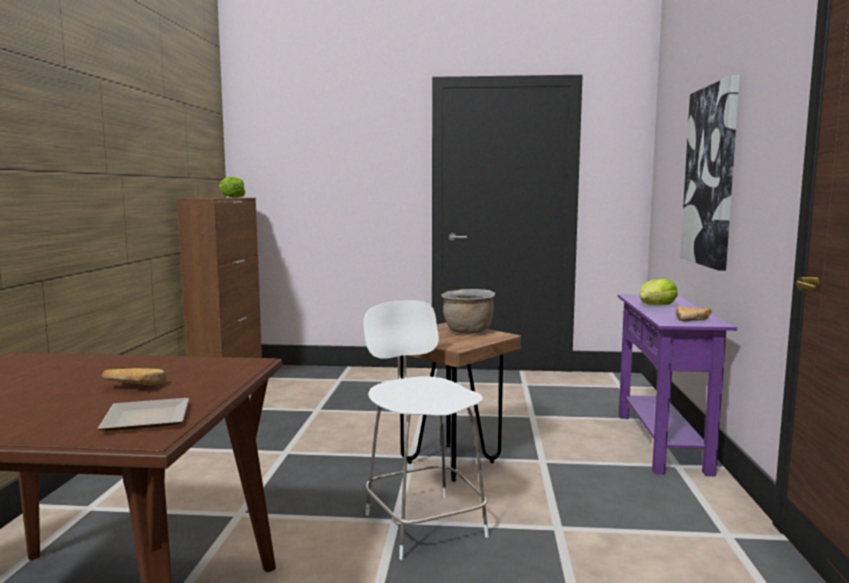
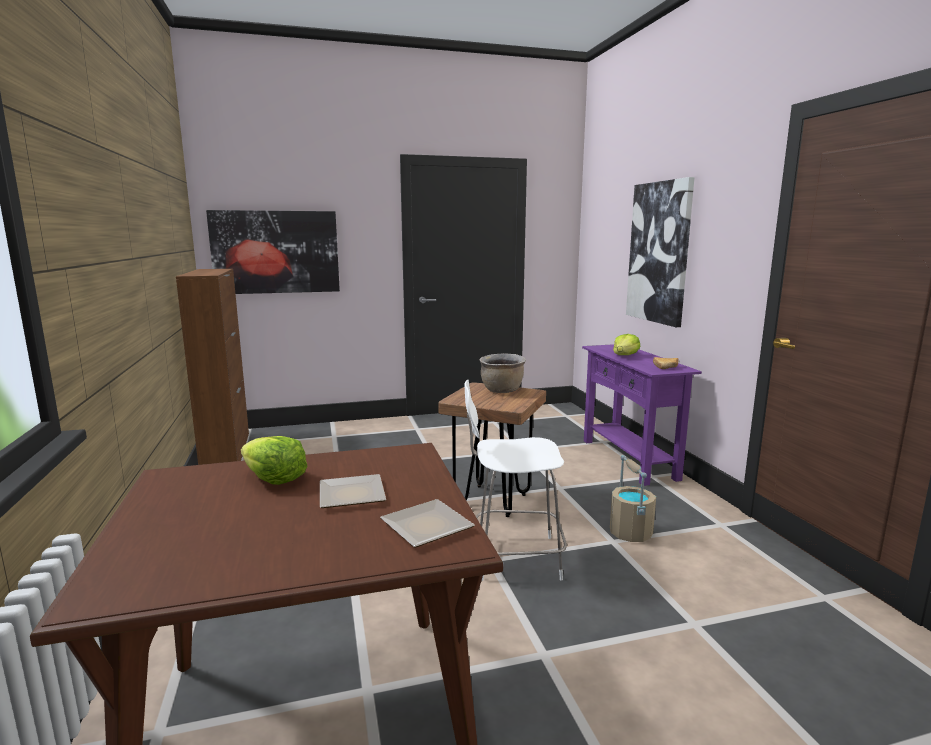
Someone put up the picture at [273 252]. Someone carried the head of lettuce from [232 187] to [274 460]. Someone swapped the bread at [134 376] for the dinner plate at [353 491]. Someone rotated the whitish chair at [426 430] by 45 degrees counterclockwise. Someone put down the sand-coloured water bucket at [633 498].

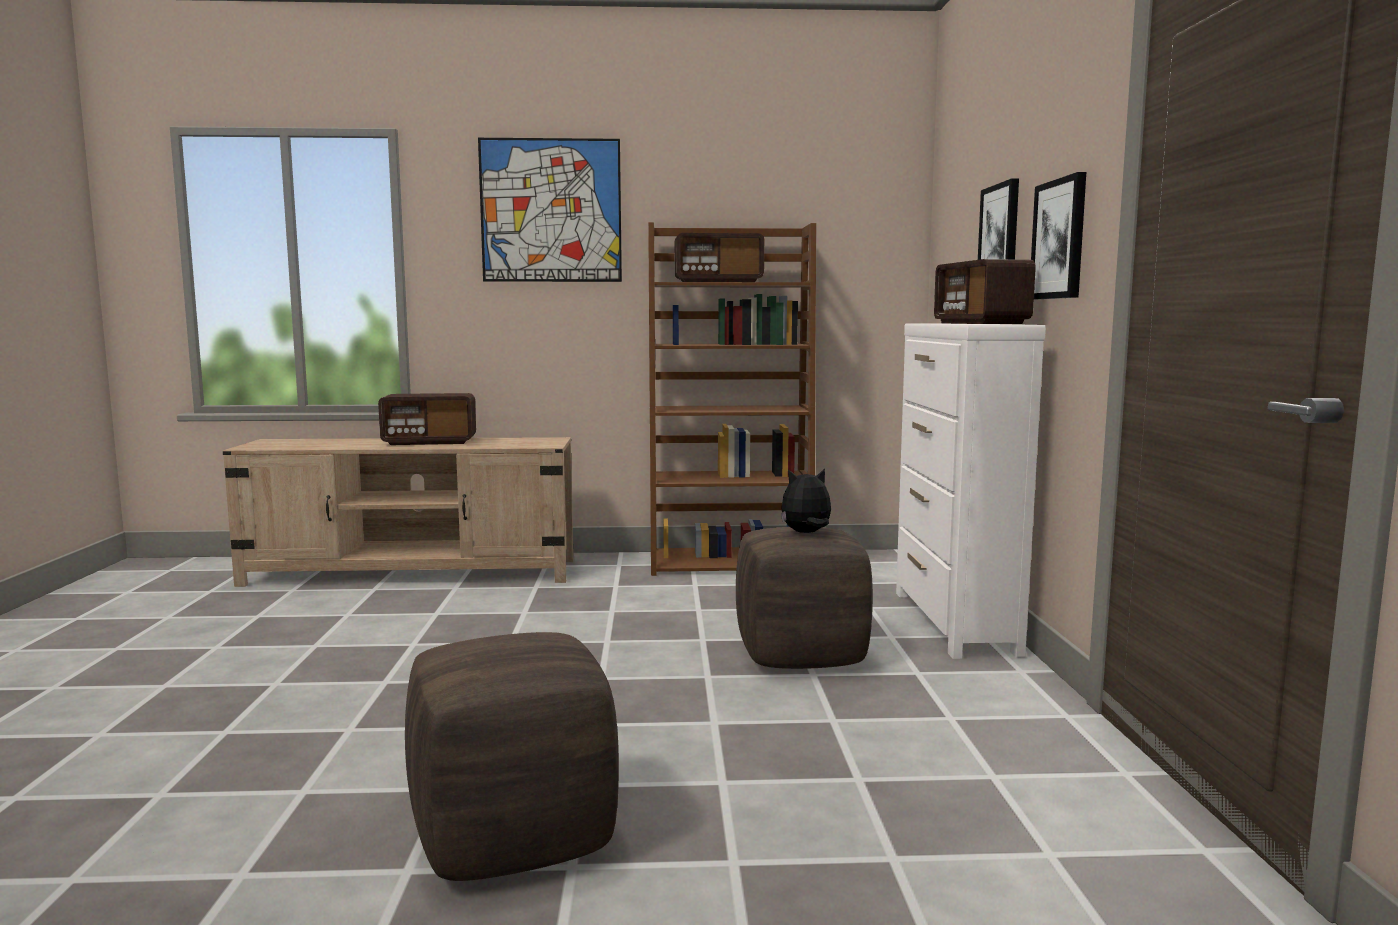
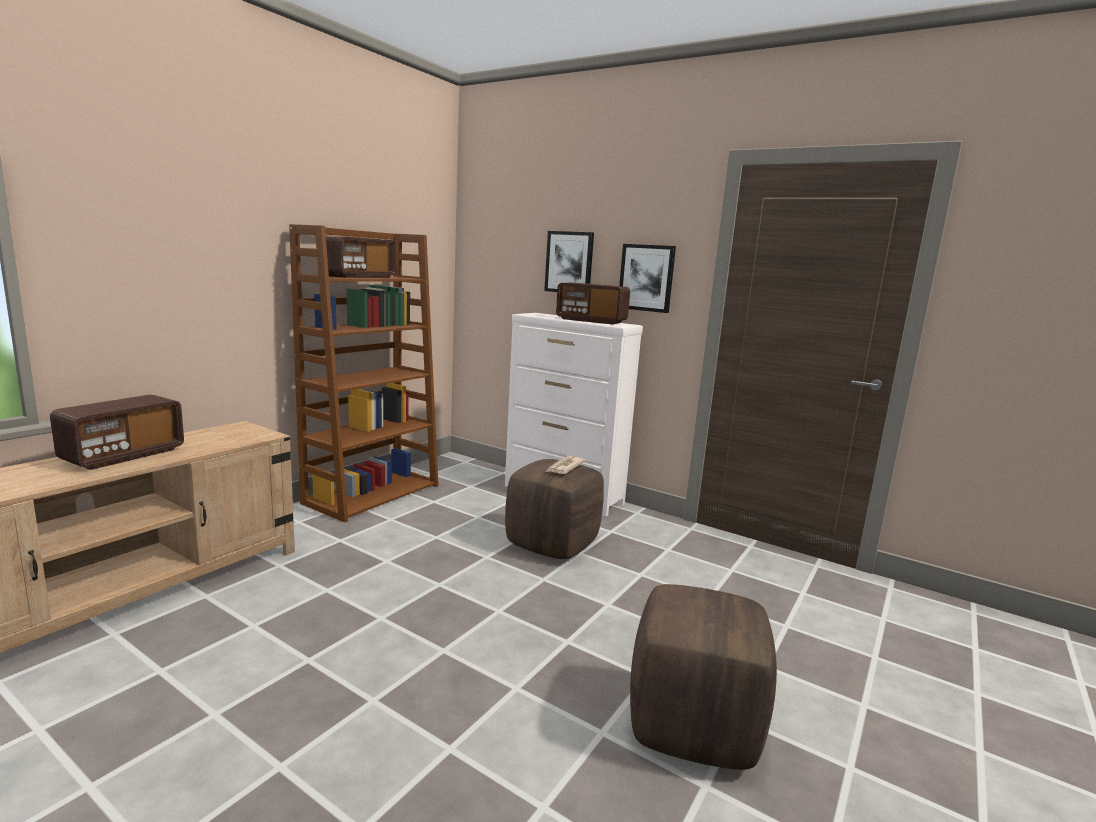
Someone swapped the cuddly toy at [806 501] for the printed paper at [565 465]. Someone took away the picture at [550 210].

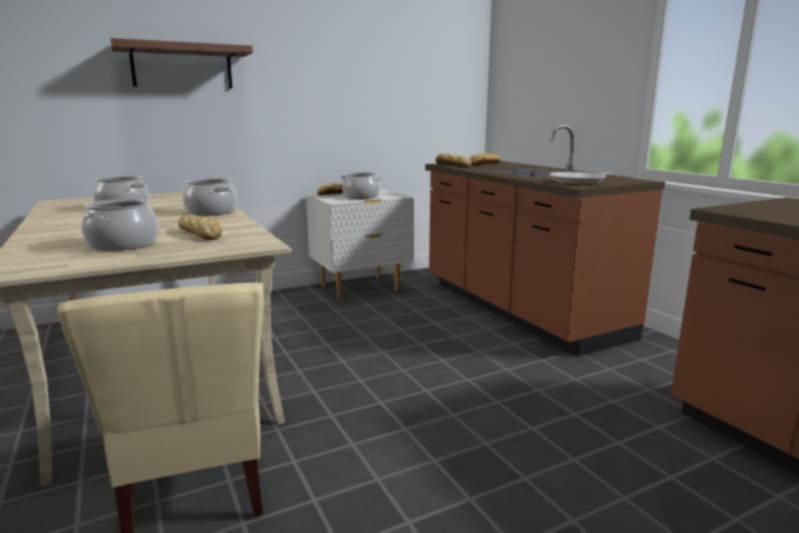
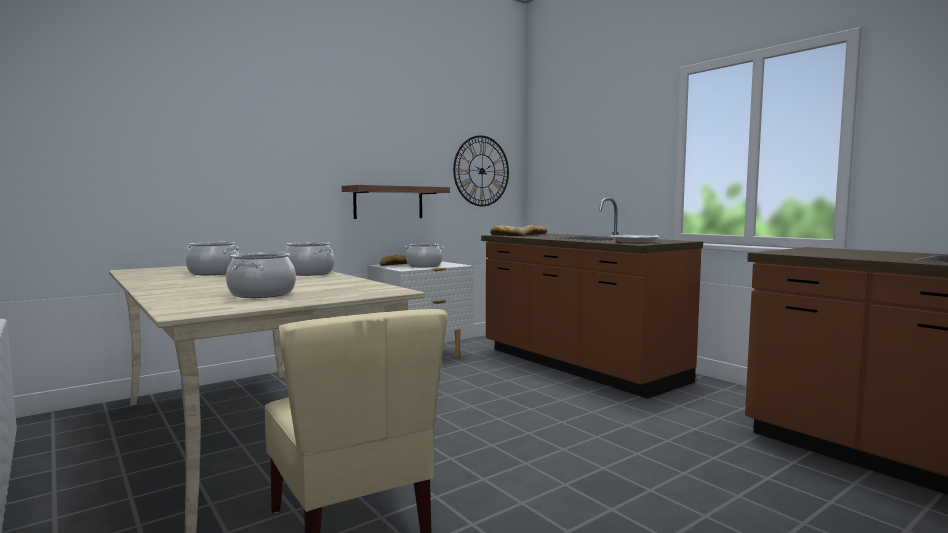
Someone carried the wall shelf from [182 63] to [396 202]. Someone put up the clock on the wall at [481 170]. Someone took away the bread at [200 227].

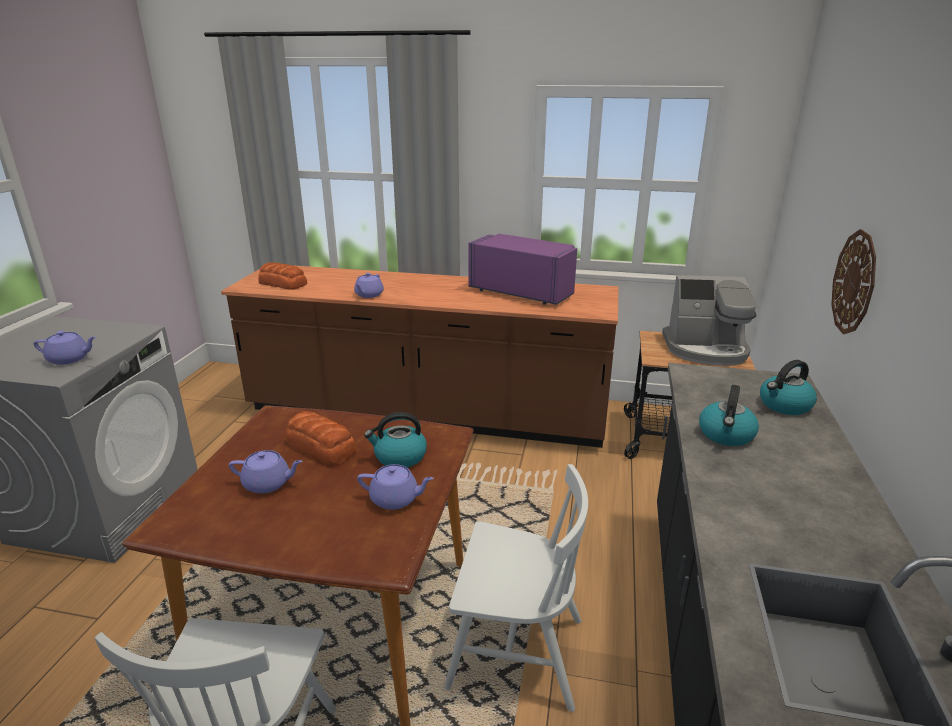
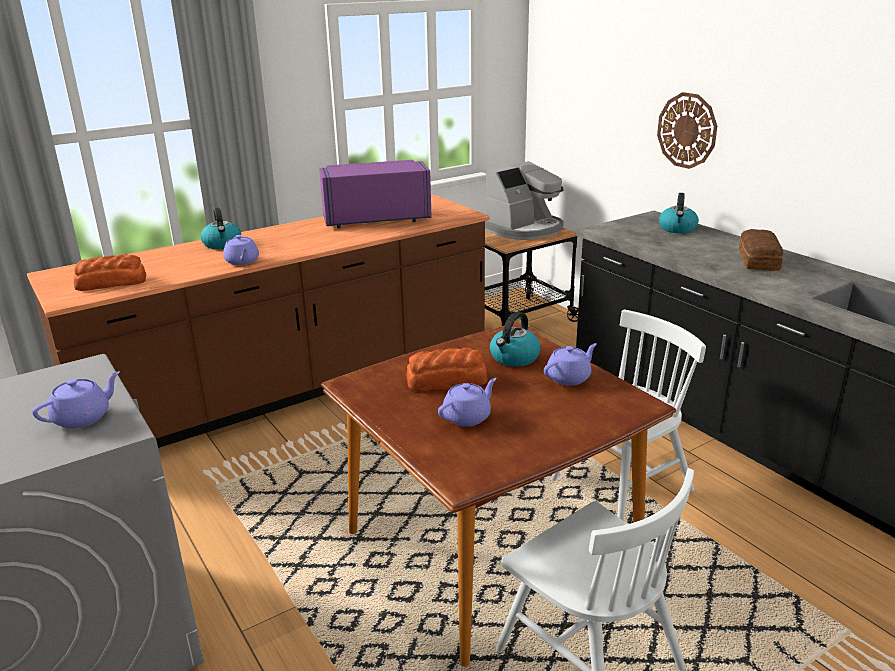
Someone carried the water kettle from [729 415] to [221 228]. Someone put down the bread at [761 250].

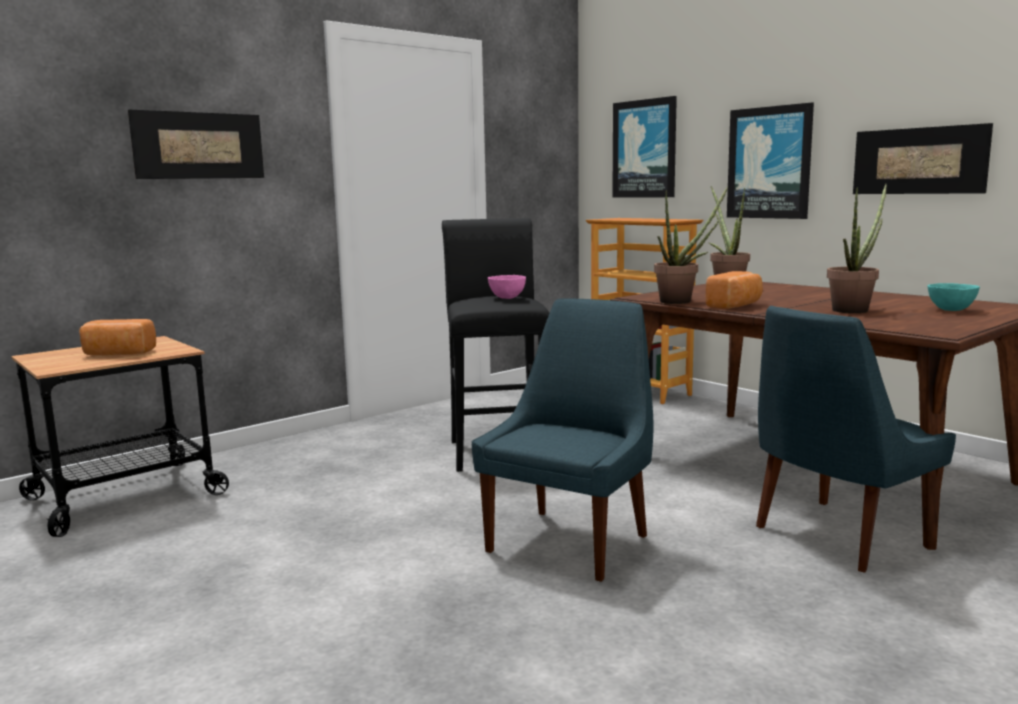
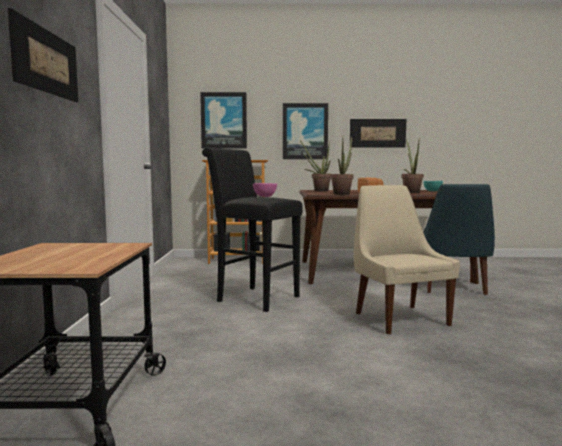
Someone repainted the bluish chair at [562 440], which became the sand-coloured chair at [407 259]. Someone took away the bread at [117 337].

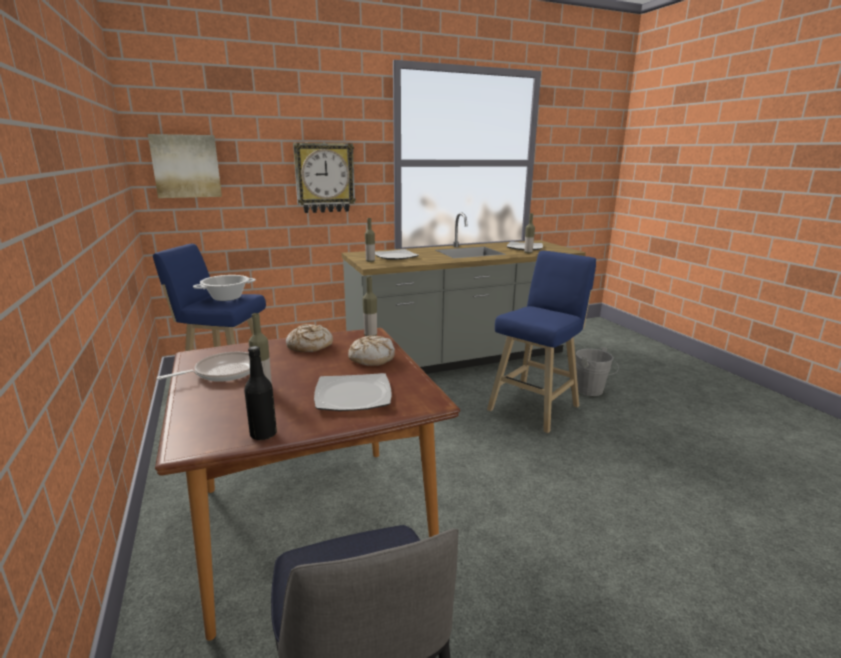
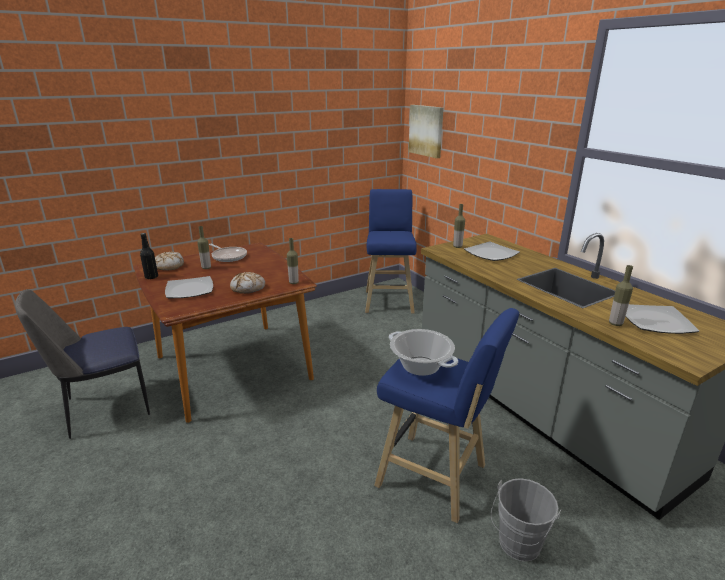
Someone carried the bread from [309 338] to [169 261]. Someone carried the cooking pot from [224 288] to [423 352]. Someone took away the clock on the wall at [324 178].

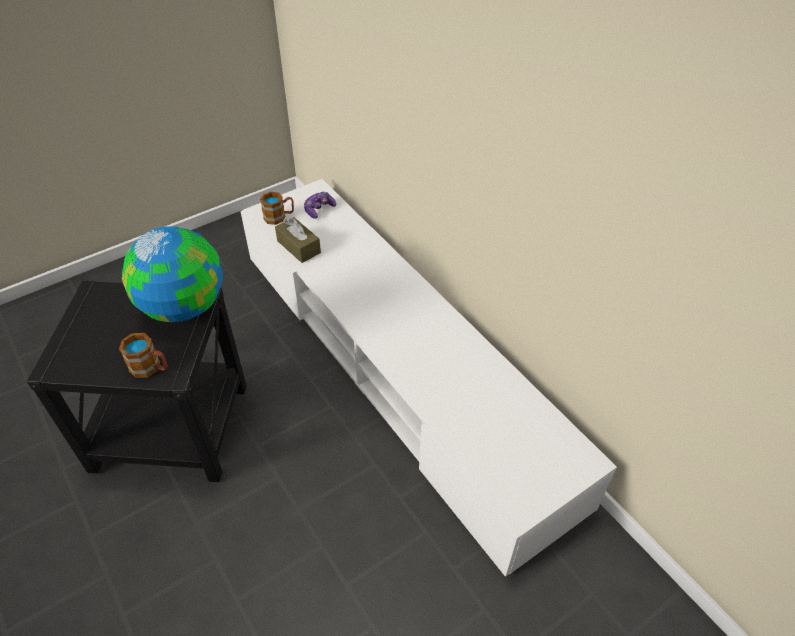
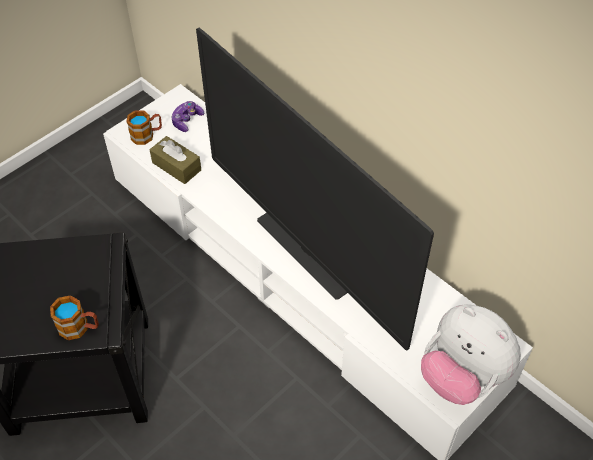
Someone put down the TV at [315 188]. Someone put down the cuddly toy at [471 354]. Someone took away the desk globe at [172 274].

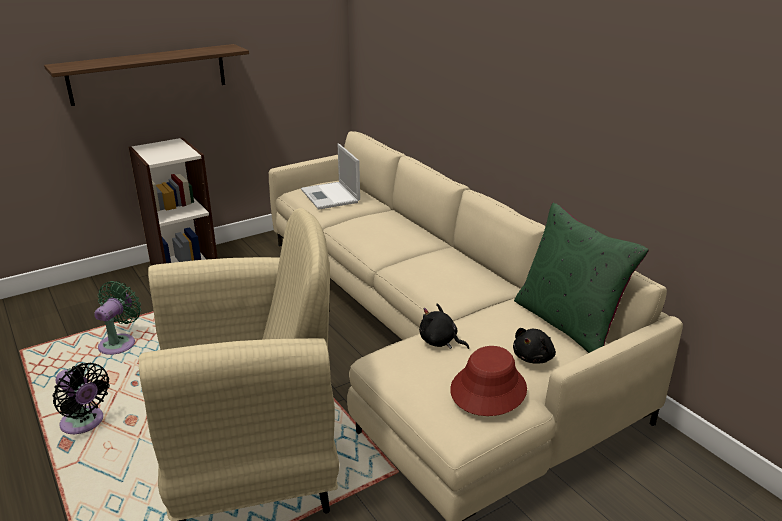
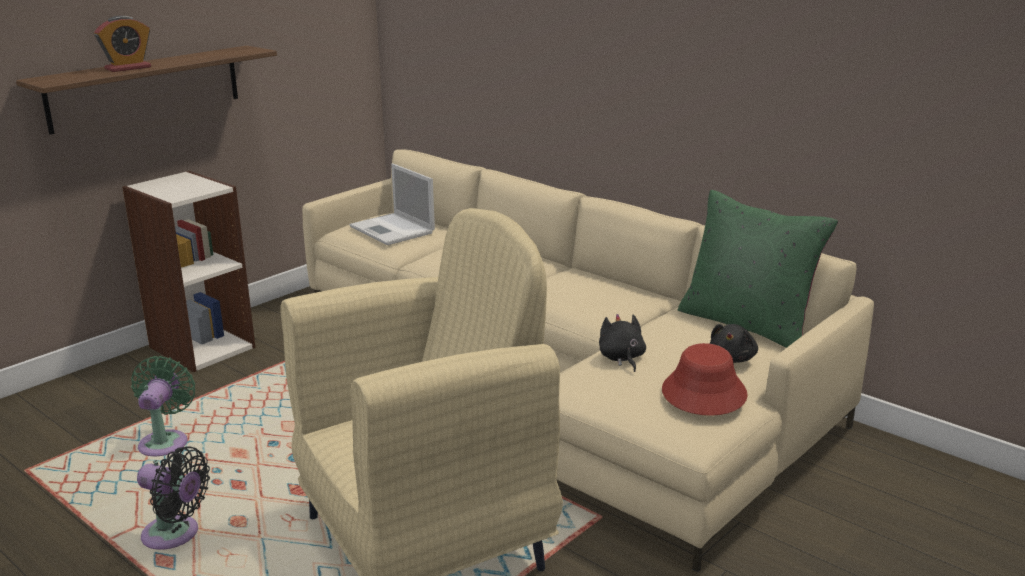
Someone put down the bedside clock at [122 44]. Someone rotated the black-coloured cuddly toy at [444 326] by 60 degrees clockwise.

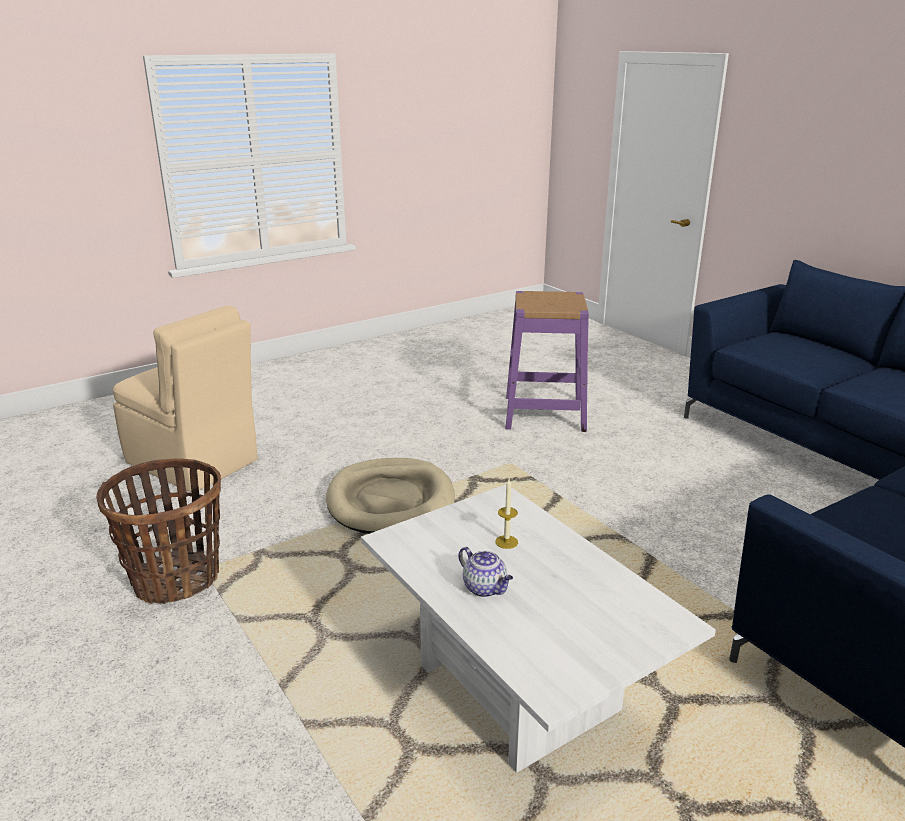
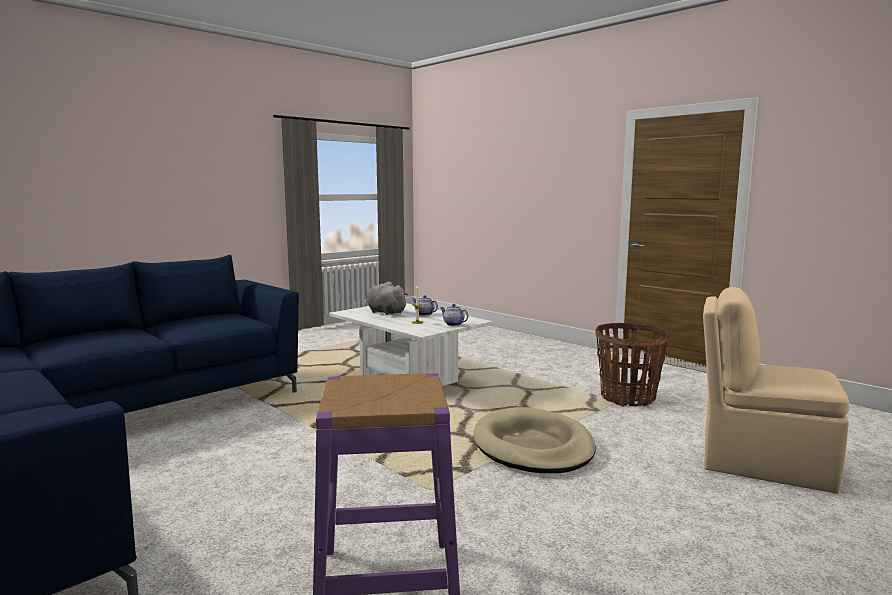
Someone put down the greyish cuddly toy at [387 298]. Someone put down the tea pot at [454 315].

